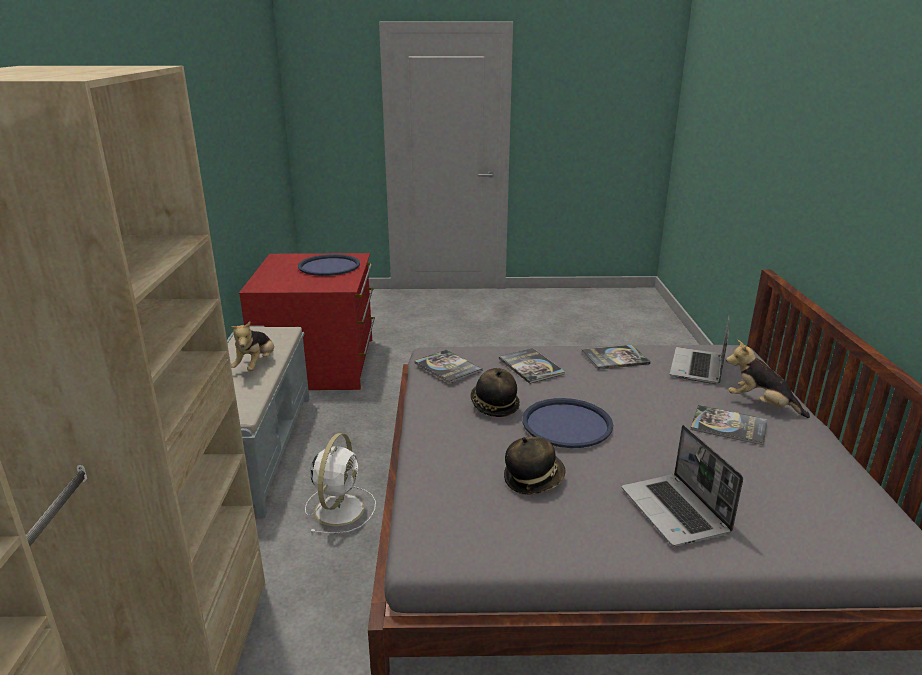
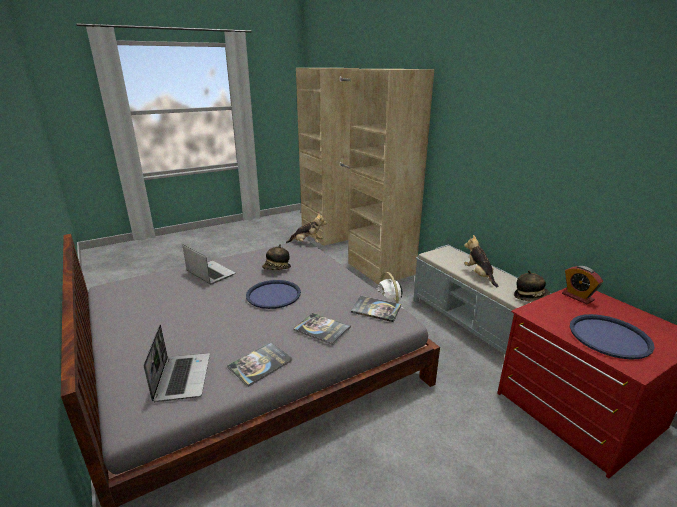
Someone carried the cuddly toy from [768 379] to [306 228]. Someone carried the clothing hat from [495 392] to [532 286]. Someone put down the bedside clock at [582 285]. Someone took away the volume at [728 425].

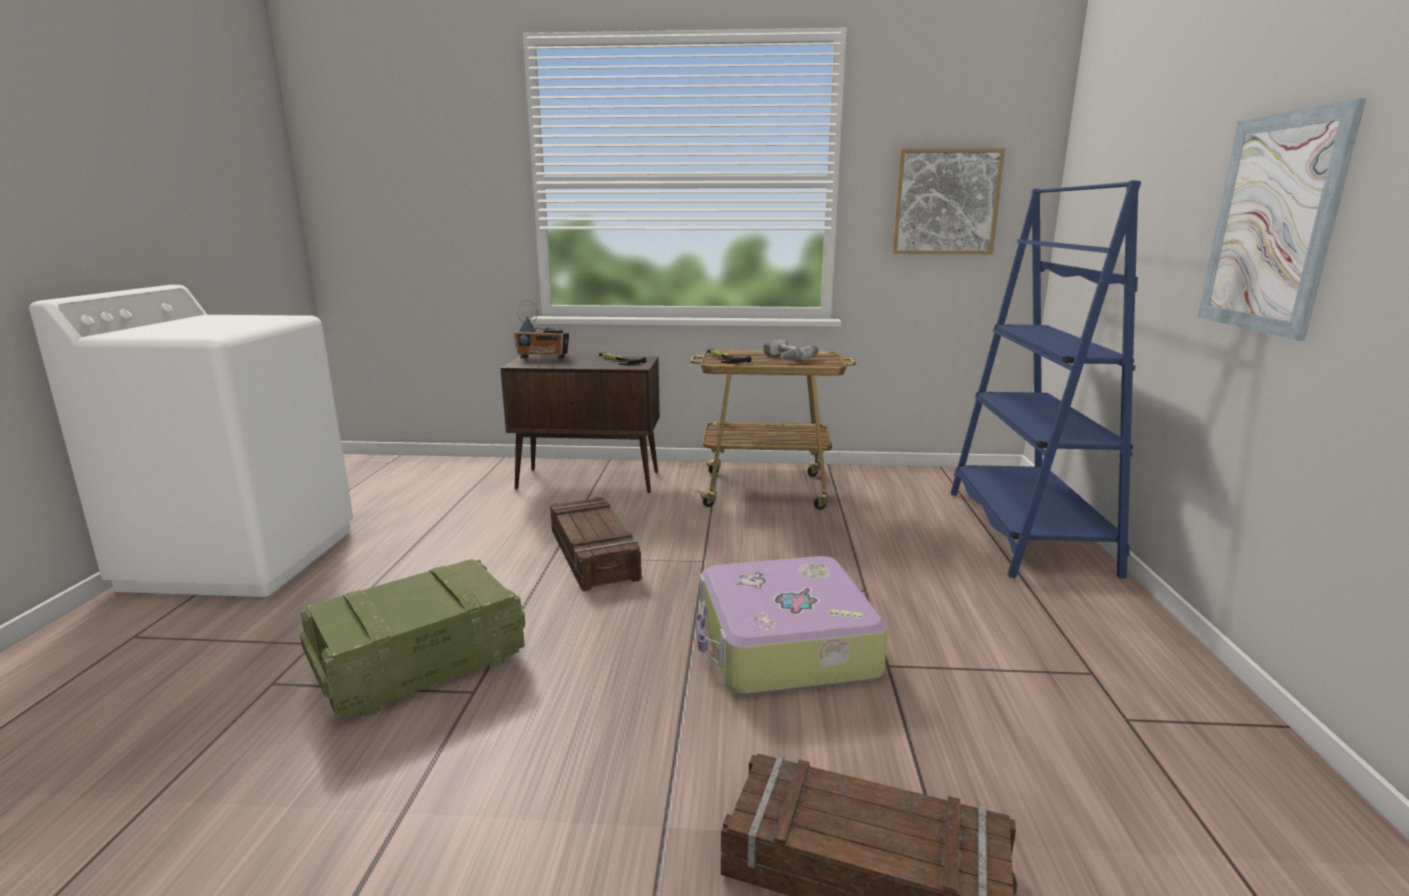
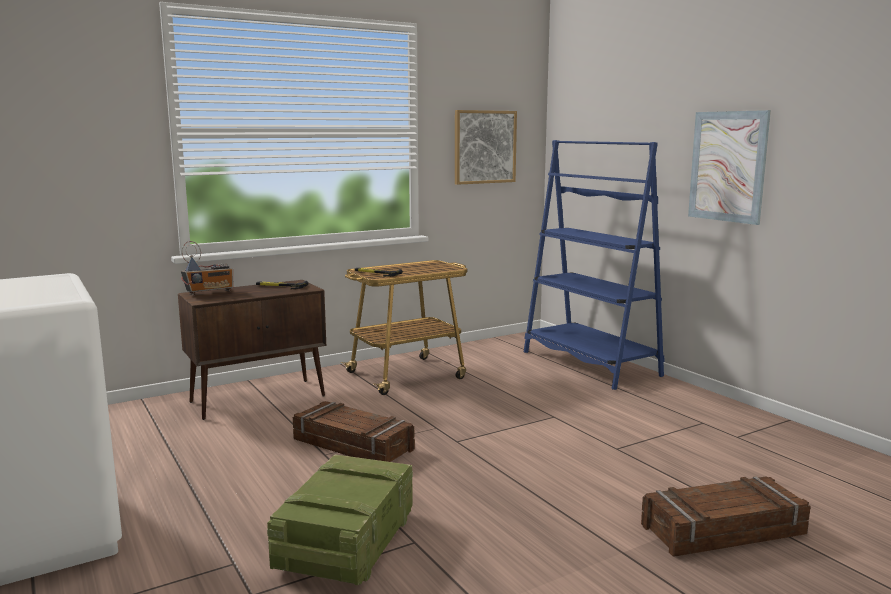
Someone took away the travel case at [792 625]. Someone took away the power drill at [791 349].

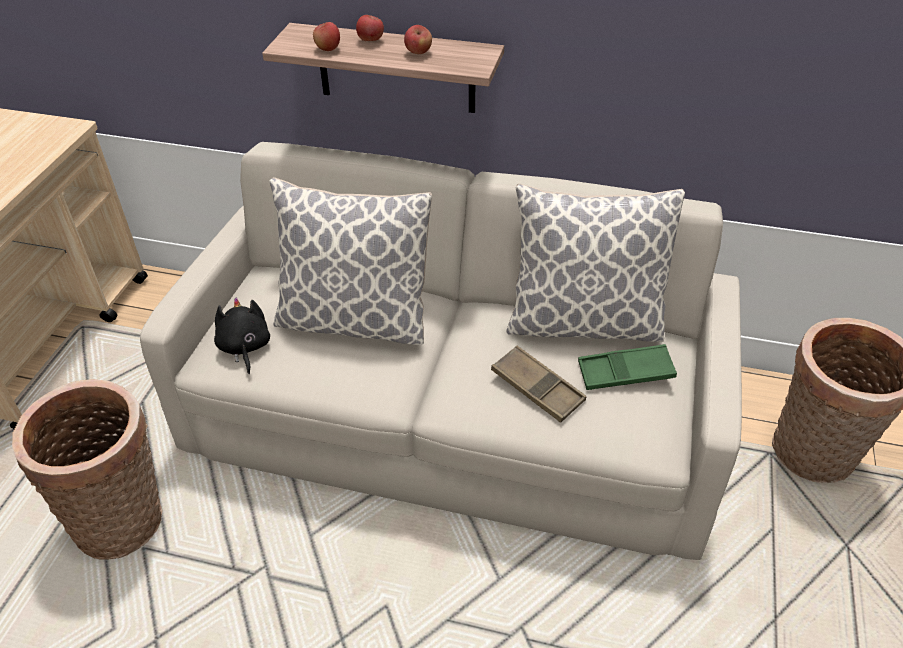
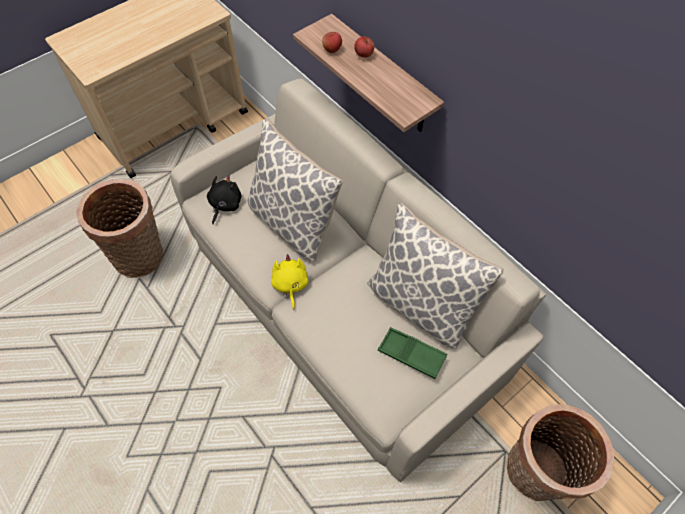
Someone put down the yellowish cuddly toy at [290 282]. Someone took away the apple at [418 39]. Someone took away the brown-coloured serving tray at [538 384].

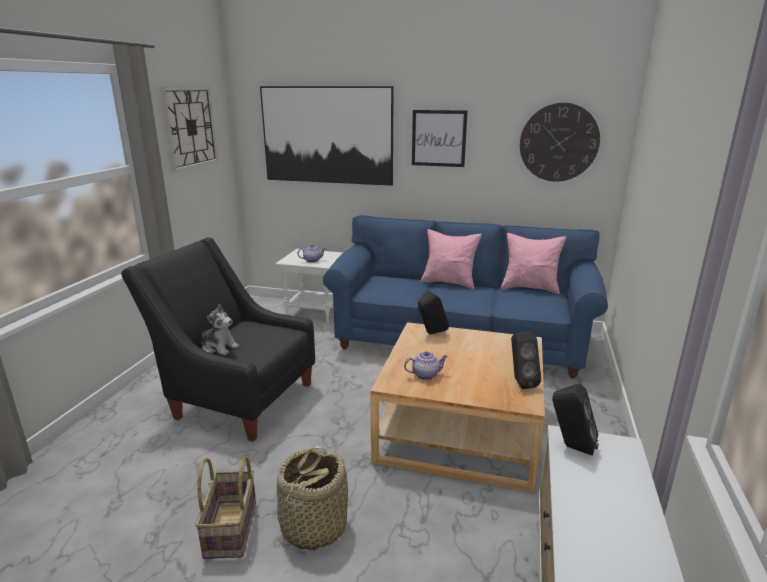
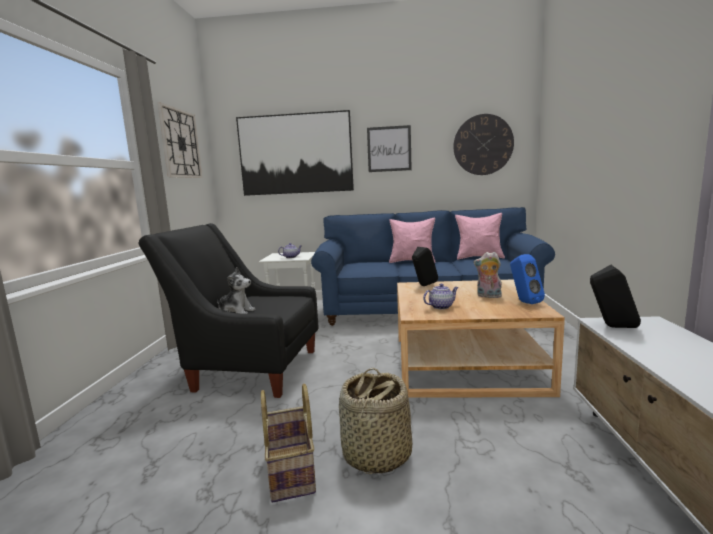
Someone put down the cuddly toy at [488 275]. Someone repainted the black-coloured loudspeaker at [526 360], which became the bluish loudspeaker at [527 279].

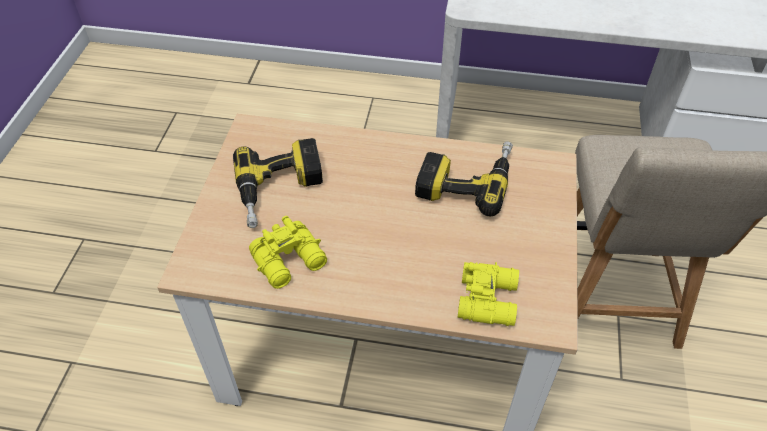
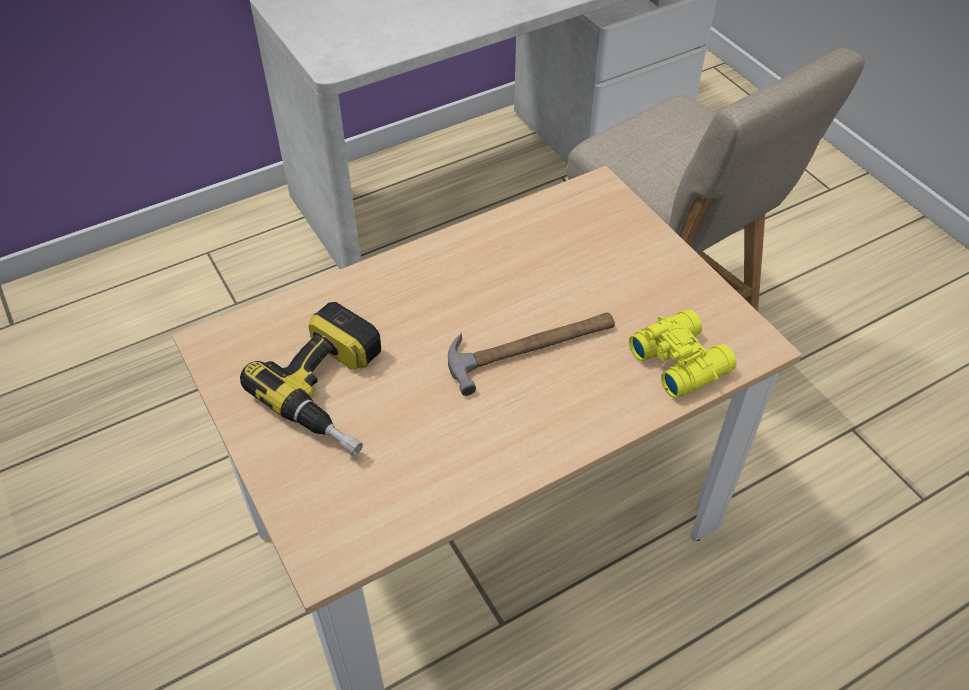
Someone put down the hand hammer at [531 354]. Someone took away the yellowish binoculars at [288 252]. Someone took away the power drill at [464 179].

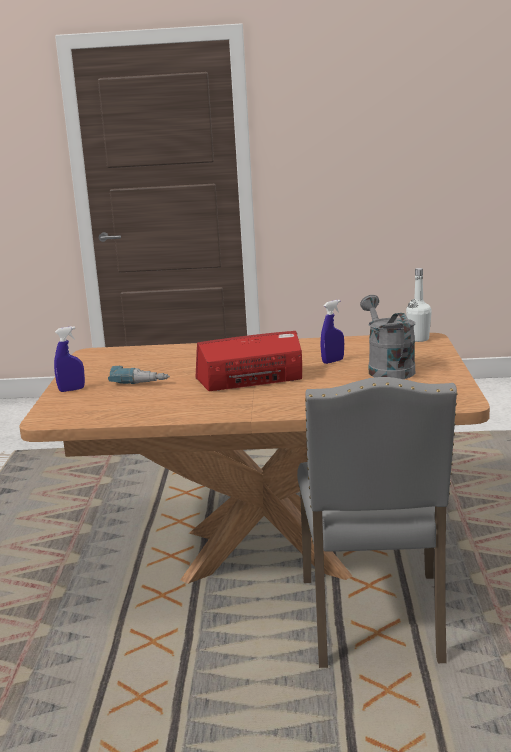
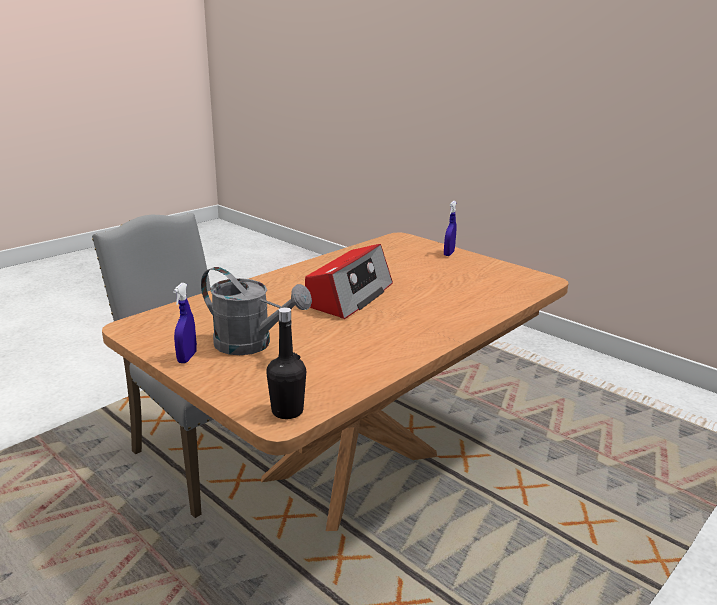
Someone carried the bluish sprayer from [332 332] to [185 323]. Someone repainted the whitish bottle at [419 305], which became the black-coloured bottle at [286 363]. Someone took away the power drill at [139 374].

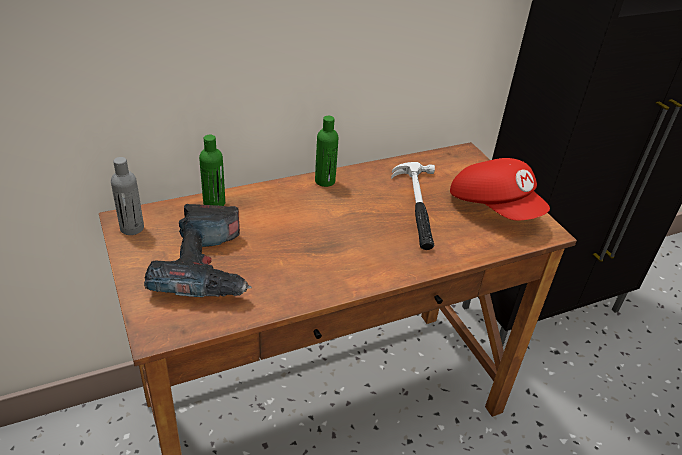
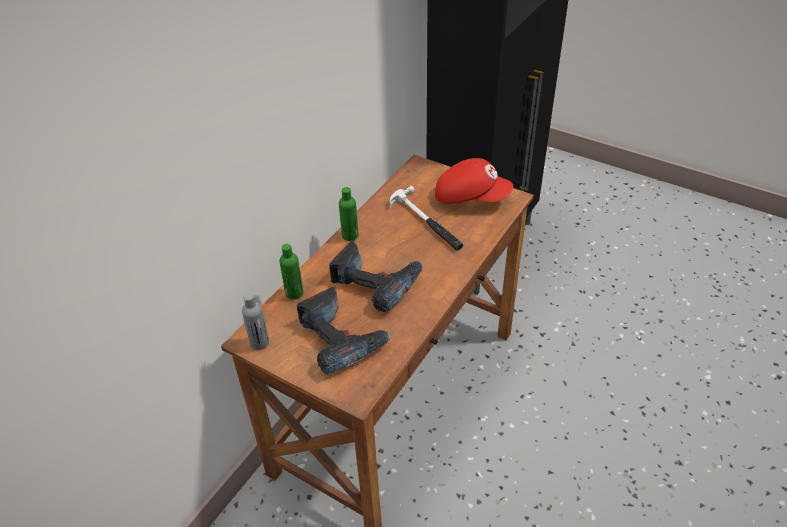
Someone put down the power drill at [376 276].

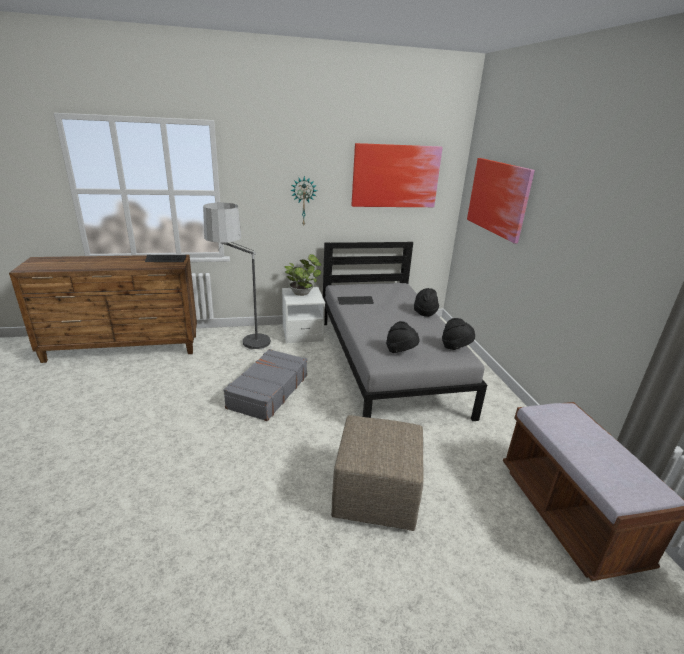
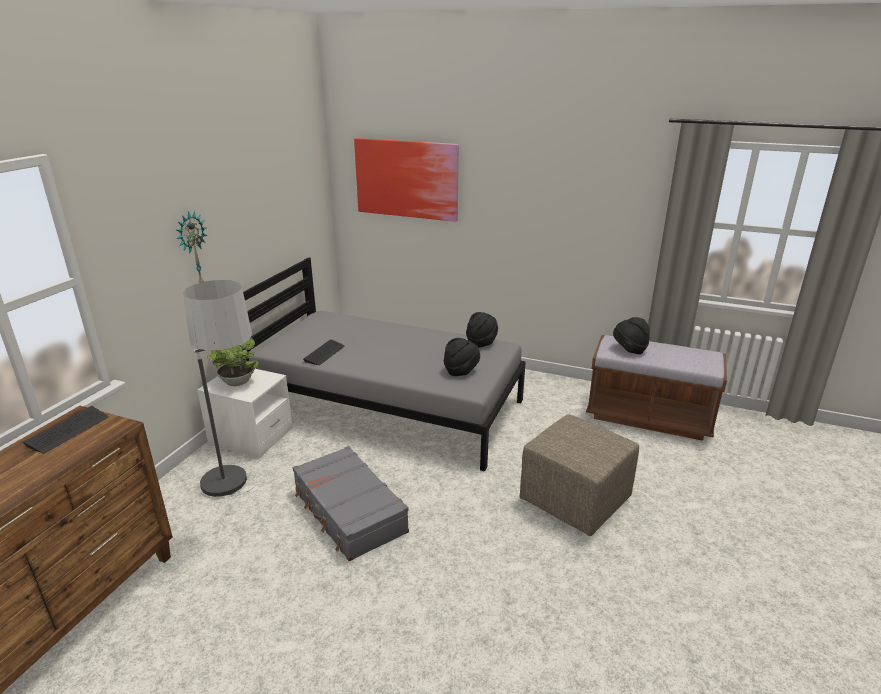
Someone carried the black-coloured clothing hat from [426 302] to [631 335]. Someone took away the picture at [397 175].

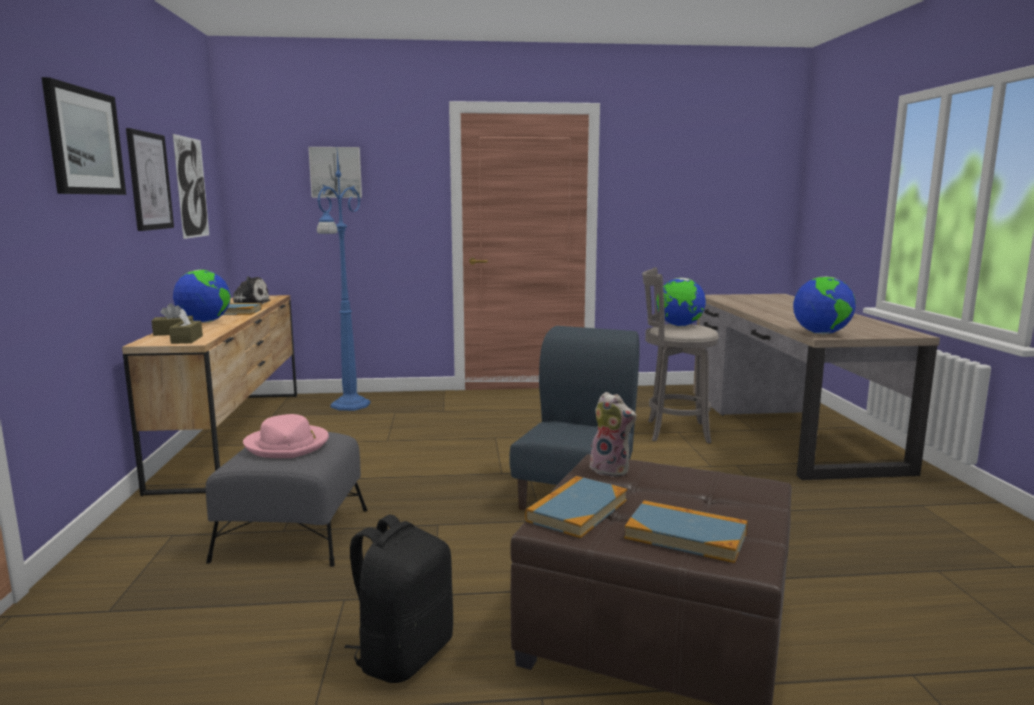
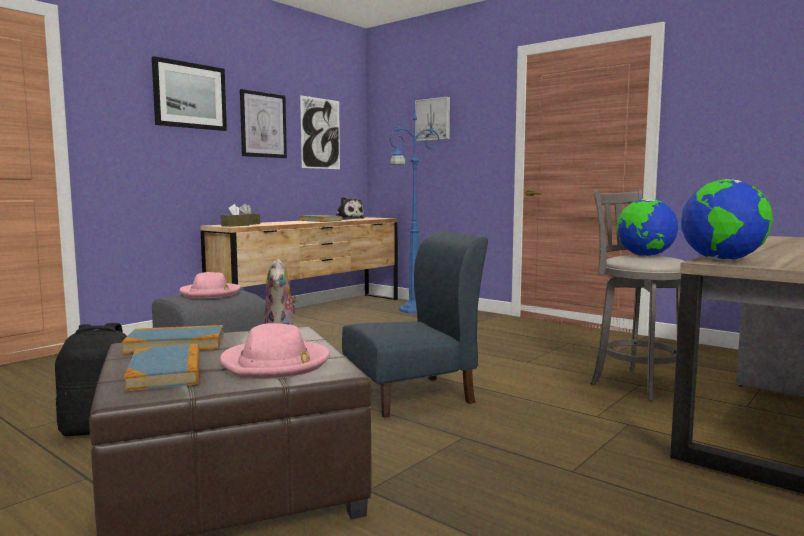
Someone put down the pinkish clothing hat at [275 351]. Someone took away the desk globe at [202 296].

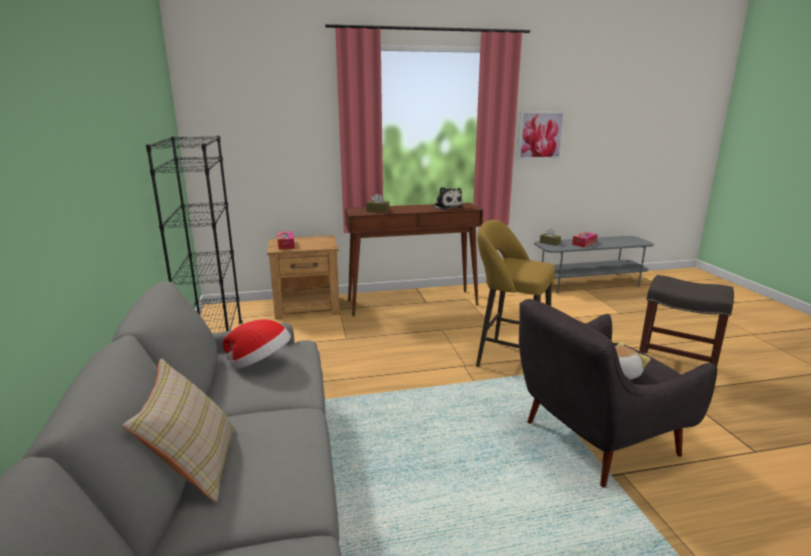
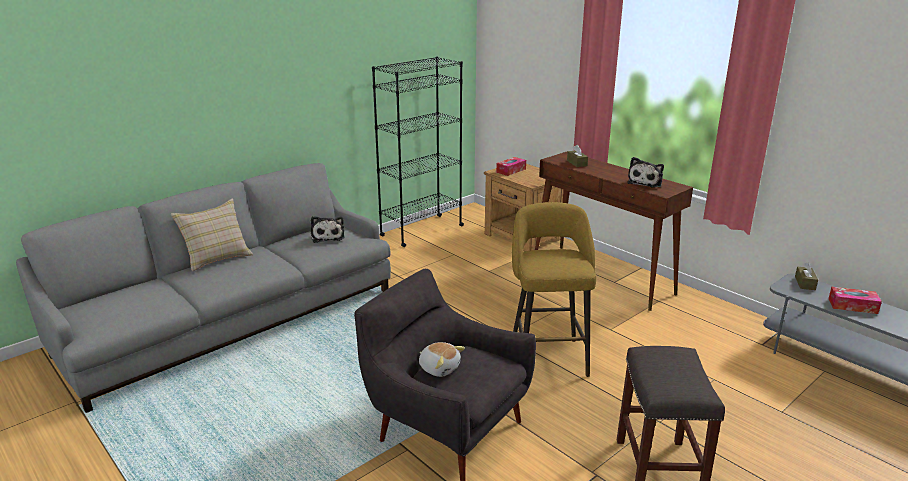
Someone swapped the clothing hat at [257 343] for the cuddly toy at [328 229]. Someone took away the picture at [541 135].

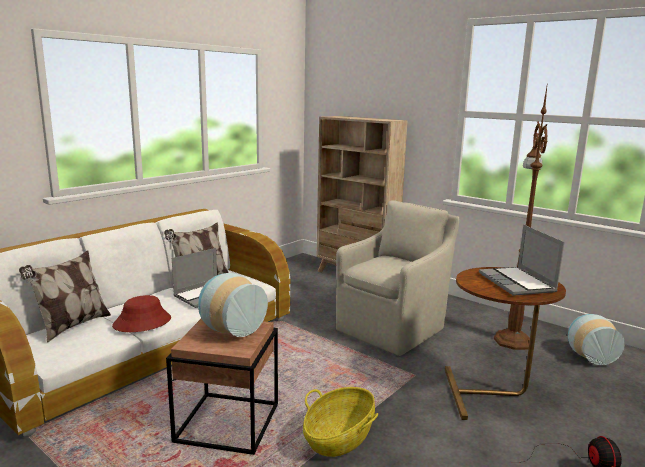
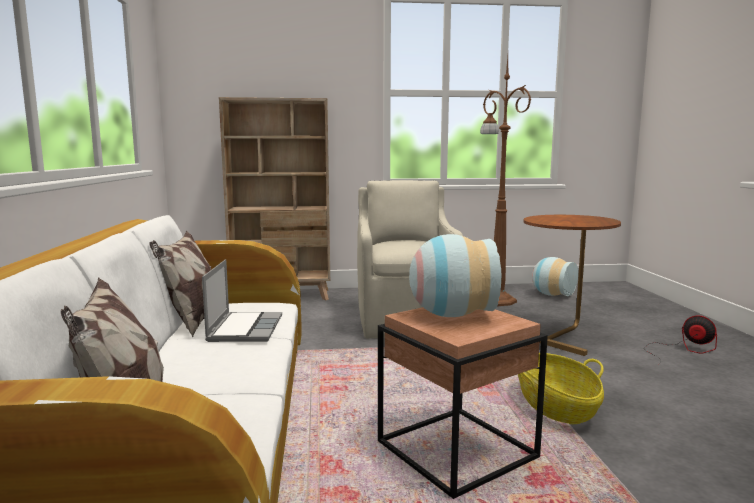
Someone took away the red clothing hat at [141 313]. Someone took away the notebook computer at [521 260].

